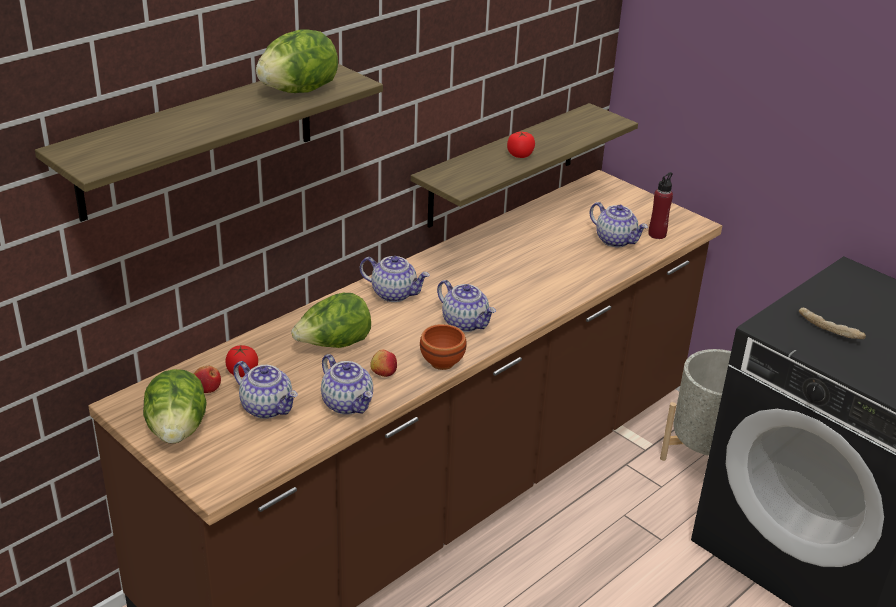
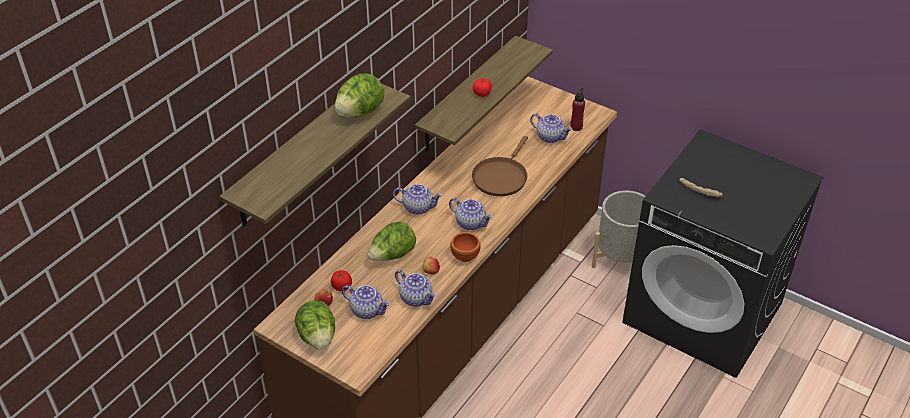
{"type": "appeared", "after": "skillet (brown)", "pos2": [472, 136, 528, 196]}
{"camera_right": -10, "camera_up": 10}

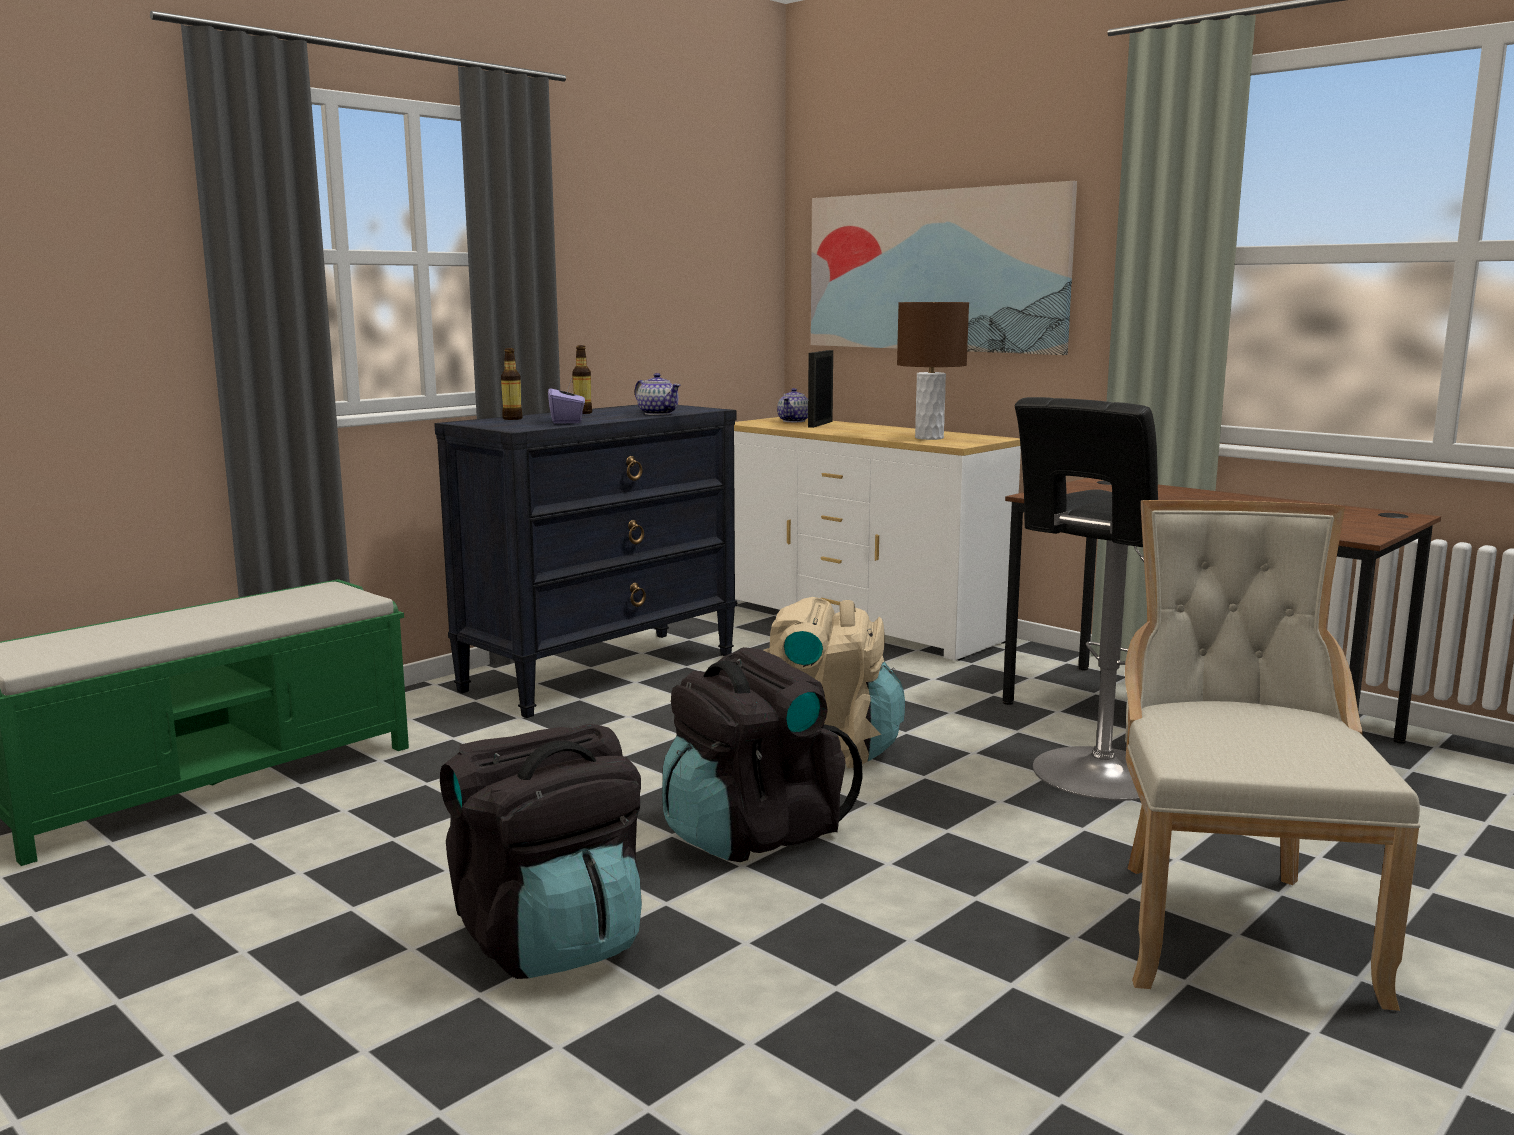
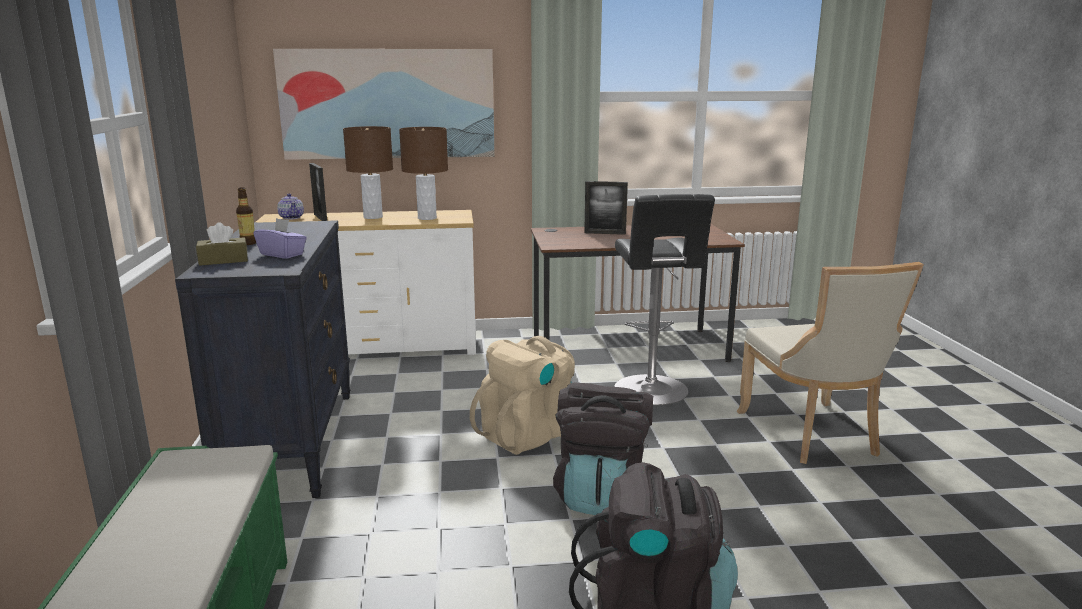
{"type": "missing", "before": "tea pot", "pos1": [635, 373, 680, 415]}
{"type": "appeared", "after": "tabletop lamp (brown)", "pos2": [343, 126, 393, 219]}
{"type": "appeared", "after": "standing frame", "pos2": [584, 181, 628, 235]}
{"type": "exchanged", "before": "drink bottle", "after": "box of tissues (brown)", "pos1": [501, 348, 523, 420], "pos2": [196, 222, 248, 266]}
{"type": "spun", "before": "plain chair (beige-coloured)", "pos1": [1125, 500, 1420, 1011], "pos2": [737, 262, 924, 464], "turn": -150}
{"camera_right": -50, "camera_up": 5}

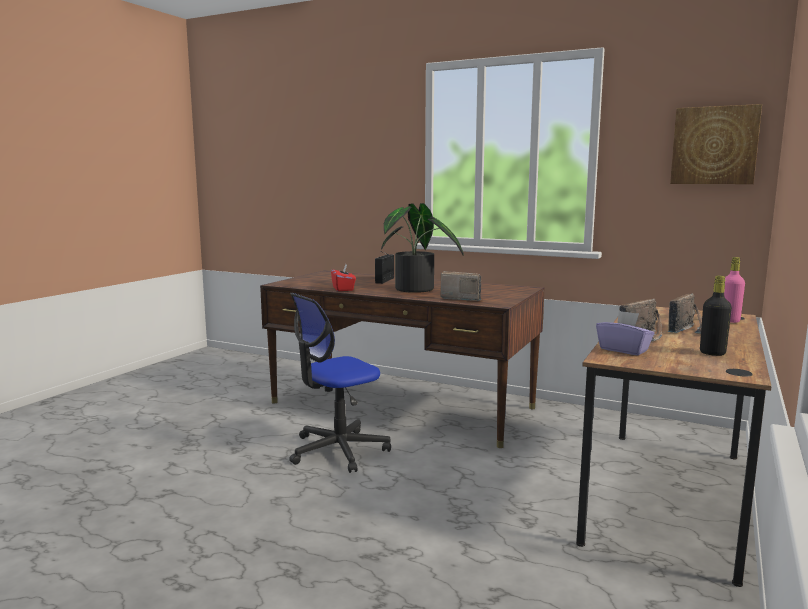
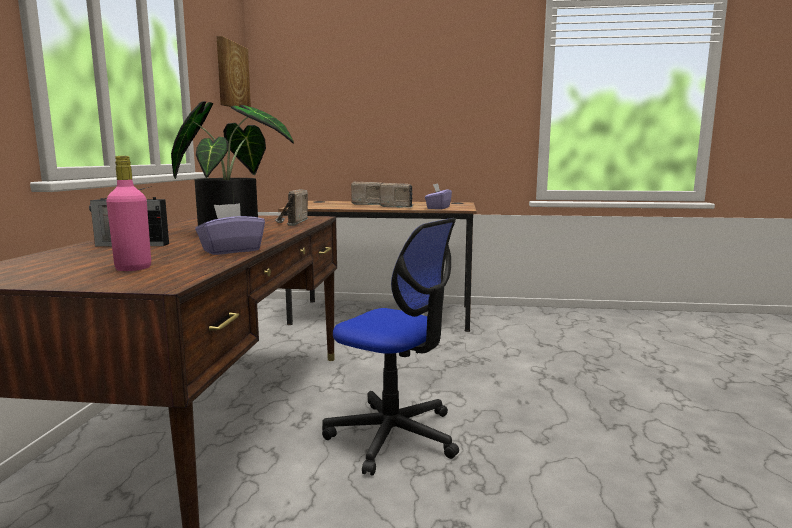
{"type": "missing", "before": "drink bottle (blackish)", "pos1": [700, 276, 732, 356]}
{"type": "relocated", "before": "drink bottle (pink)", "pos1": [724, 257, 745, 323], "pos2": [106, 156, 151, 271]}
{"type": "colour", "before": "box of tissues (reddish)", "after": "box of tissues (purple)", "pos1": [331, 264, 356, 291], "pos2": [195, 203, 265, 255]}
{"camera_right": -110, "camera_up": 0}

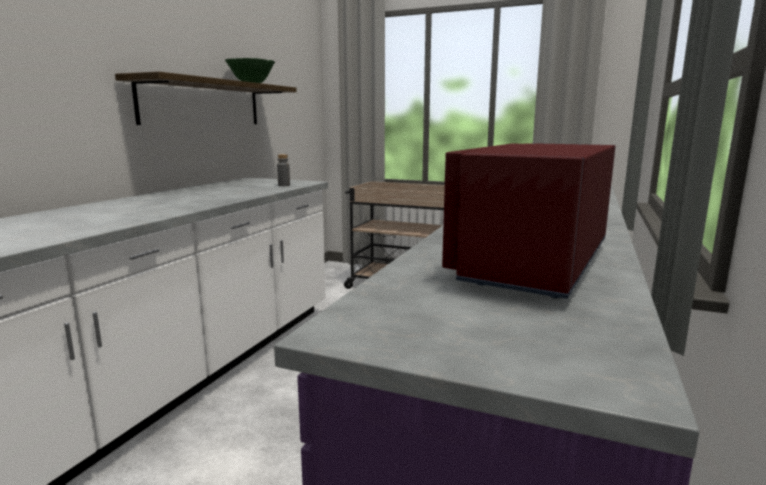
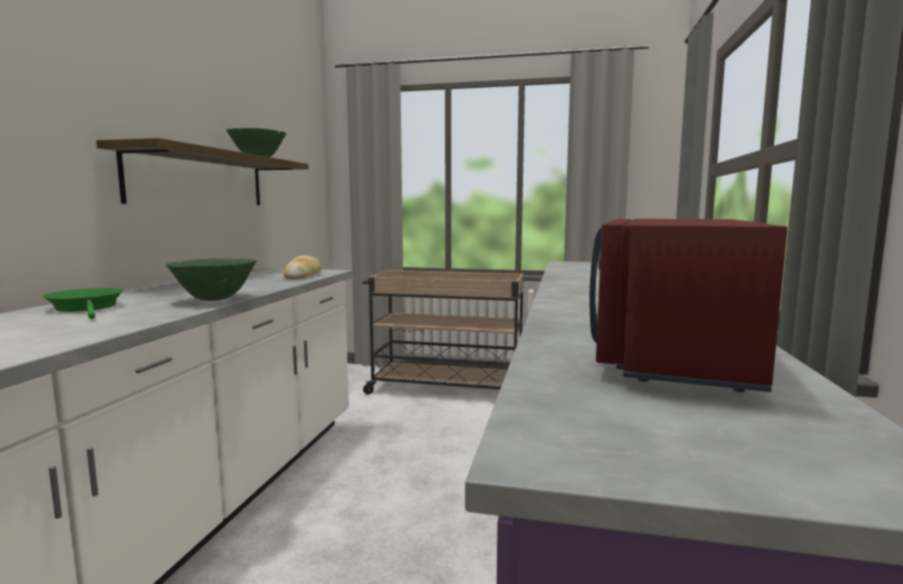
{"type": "appeared", "after": "skillet (green)", "pos2": [43, 288, 124, 319]}
{"type": "appeared", "after": "bowl (green)", "pos2": [165, 258, 257, 301]}
{"type": "exchanged", "before": "drink bottle (greyish)", "after": "bread", "pos1": [277, 154, 290, 186], "pos2": [284, 255, 321, 279]}
{"camera_right": -10, "camera_up": -5}

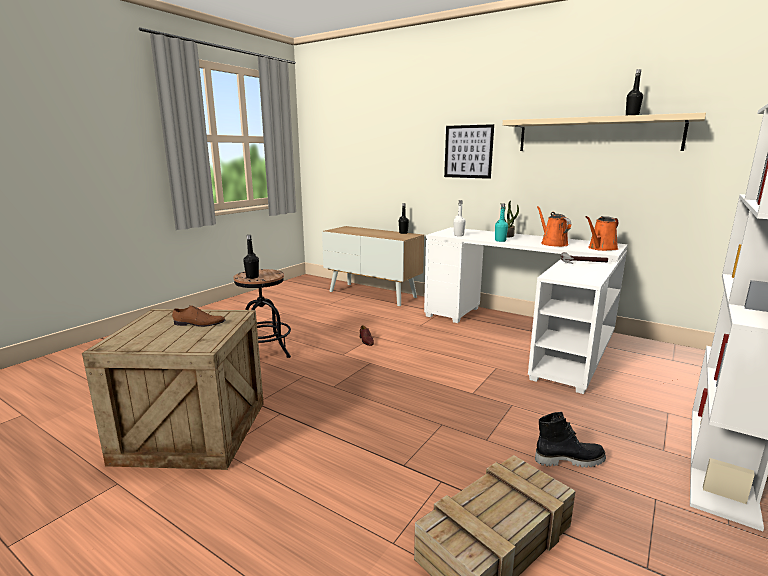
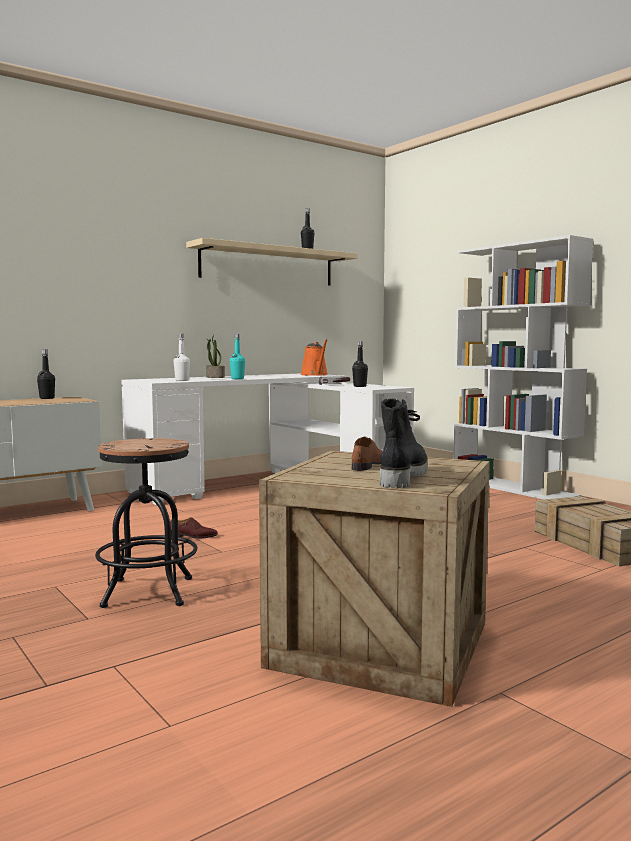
{"type": "missing", "before": "wall picture", "pos1": [444, 124, 494, 179]}
{"type": "missing", "before": "watering pot (orange-coloured)", "pos1": [537, 206, 571, 247]}
{"type": "relocated", "before": "drink bottle (blackish)", "pos1": [243, 235, 259, 279], "pos2": [352, 341, 368, 387]}
{"type": "relocated", "before": "high-top boot (blackish)", "pos1": [535, 412, 606, 468], "pos2": [380, 398, 427, 488]}
{"camera_right": -70, "camera_up": -10}

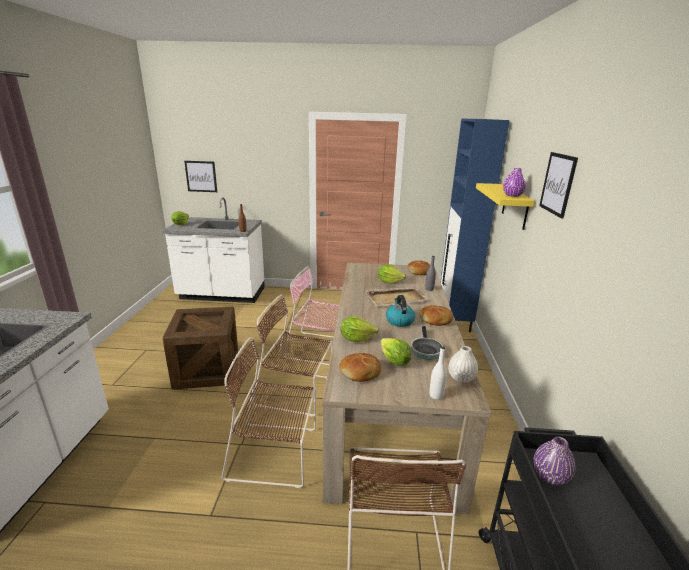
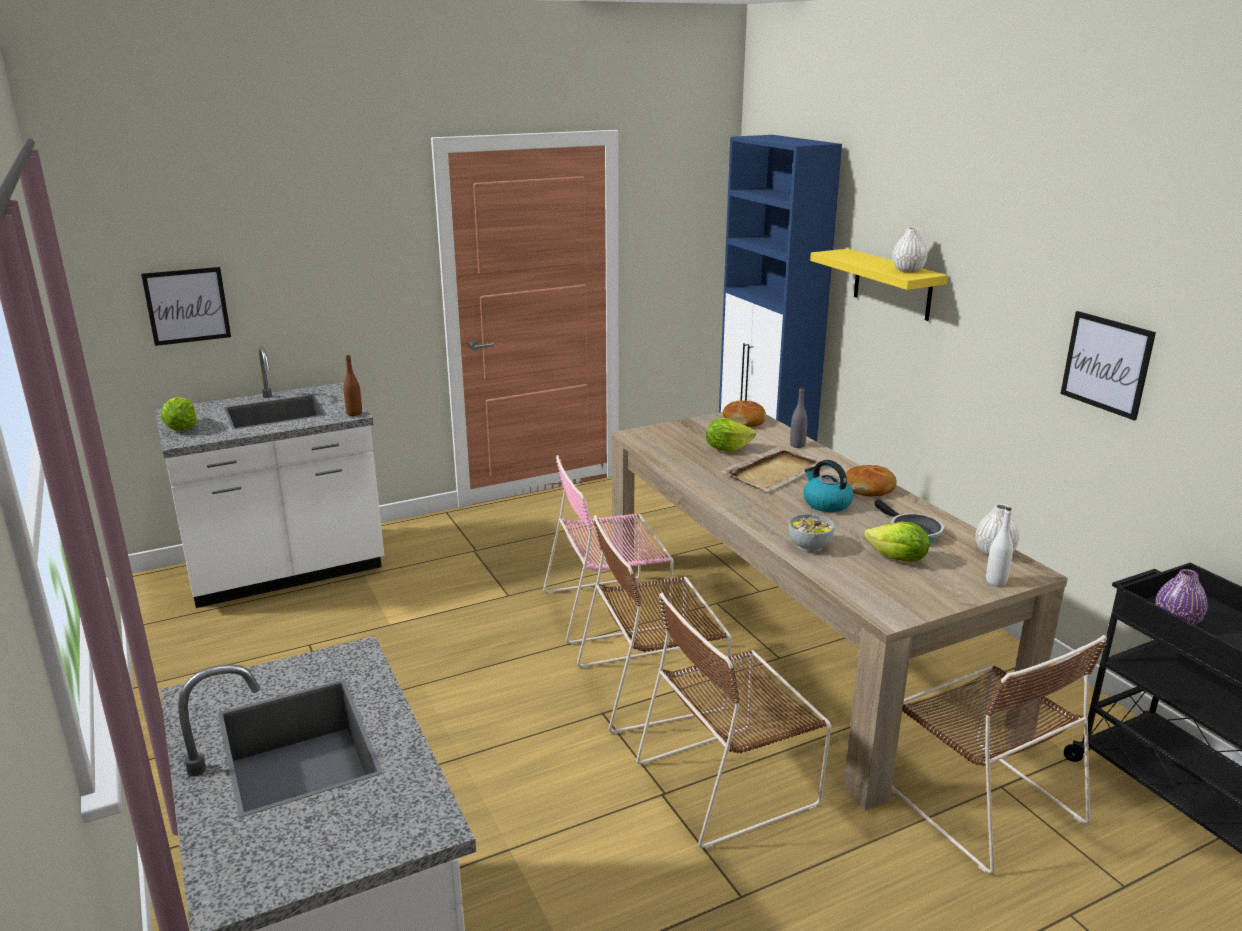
{"type": "missing", "before": "crate", "pos1": [162, 307, 238, 390]}
{"type": "missing", "before": "bread", "pos1": [339, 353, 381, 382]}
{"type": "relocated", "before": "wall picture", "pos1": [539, 152, 578, 219], "pos2": [1060, 311, 1156, 421]}
{"type": "exchanged", "before": "head of lettuce", "after": "bowl", "pos1": [341, 316, 379, 342], "pos2": [789, 514, 835, 552]}
{"type": "colour", "before": "vase (purple)", "after": "vase (white-coloured)", "pos1": [503, 168, 526, 197], "pos2": [893, 227, 928, 273]}
{"camera_right": -30, "camera_up": 0}

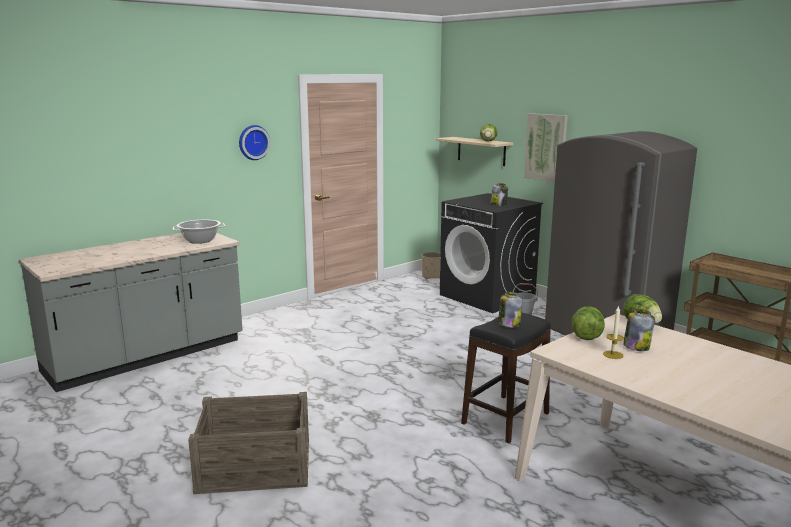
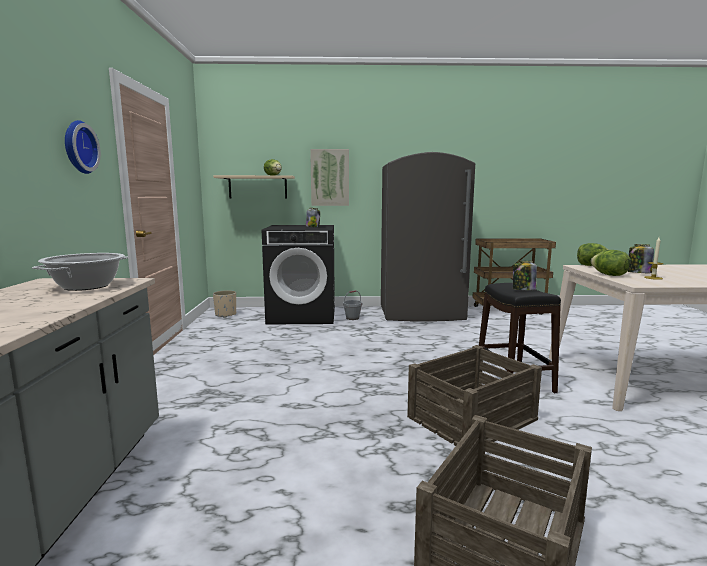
{"type": "appeared", "after": "crate", "pos2": [407, 345, 542, 446]}
{"camera_right": -50, "camera_up": -5}

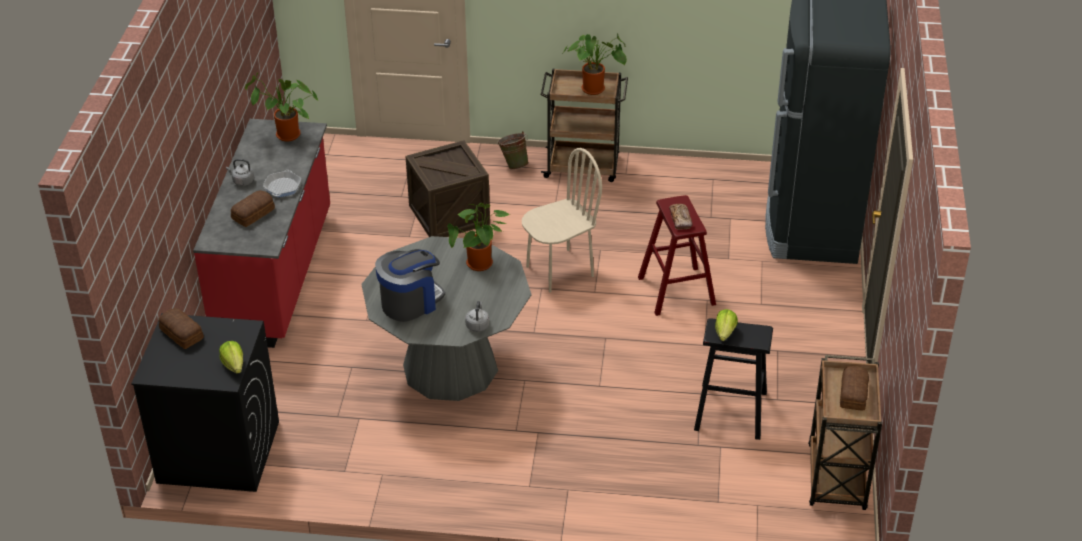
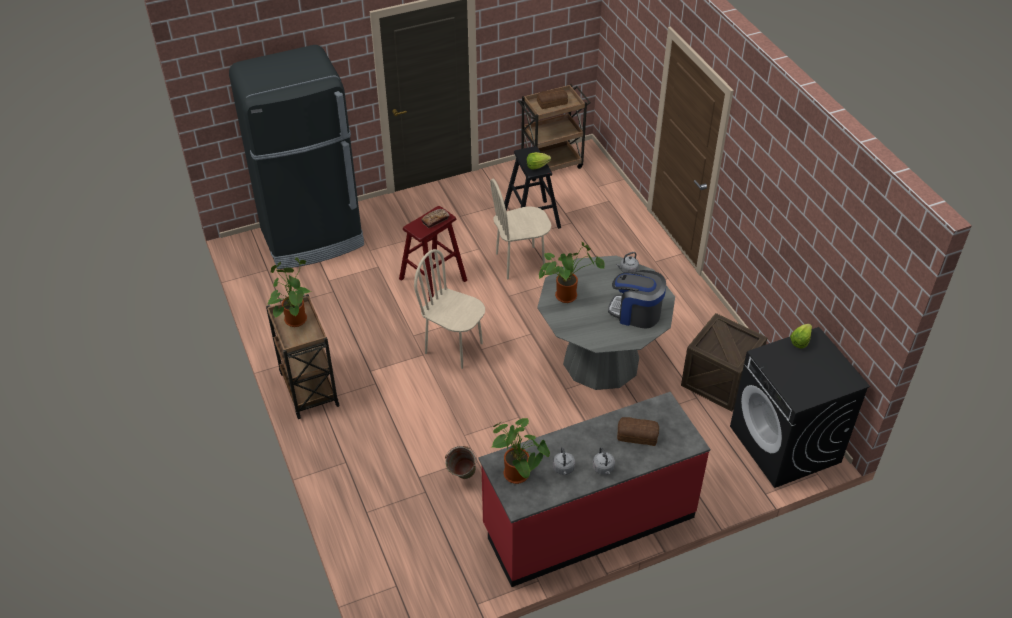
{"type": "missing", "before": "bread", "pos1": [158, 308, 204, 349]}
{"type": "missing", "before": "skillet", "pos1": [263, 170, 301, 197]}
{"type": "appeared", "after": "plain chair (beige-coloured)", "pos2": [490, 179, 552, 279]}
{"type": "appeared", "after": "tea kettle (greyish)", "pos2": [553, 447, 575, 475]}
{"type": "relocated", "before": "crate", "pos1": [406, 140, 490, 237], "pos2": [681, 313, 768, 412]}
{"type": "relocated", "before": "pail (green)", "pos1": [497, 131, 529, 170], "pos2": [445, 446, 477, 479]}
{"camera_right": -120, "camera_up": 5}

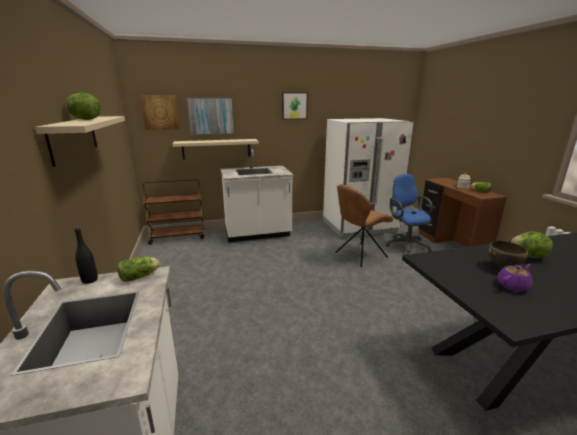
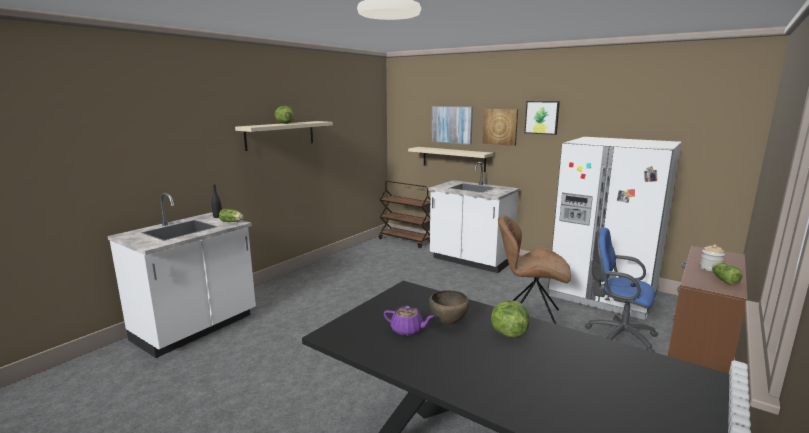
{"type": "relocated", "before": "wall picture", "pos1": [140, 95, 180, 130], "pos2": [483, 109, 518, 146]}
{"type": "spun", "before": "computer chair (blue)", "pos1": [385, 174, 433, 255], "pos2": [585, 227, 658, 352], "turn": -90}
{"camera_right": 50, "camera_up": -5}

